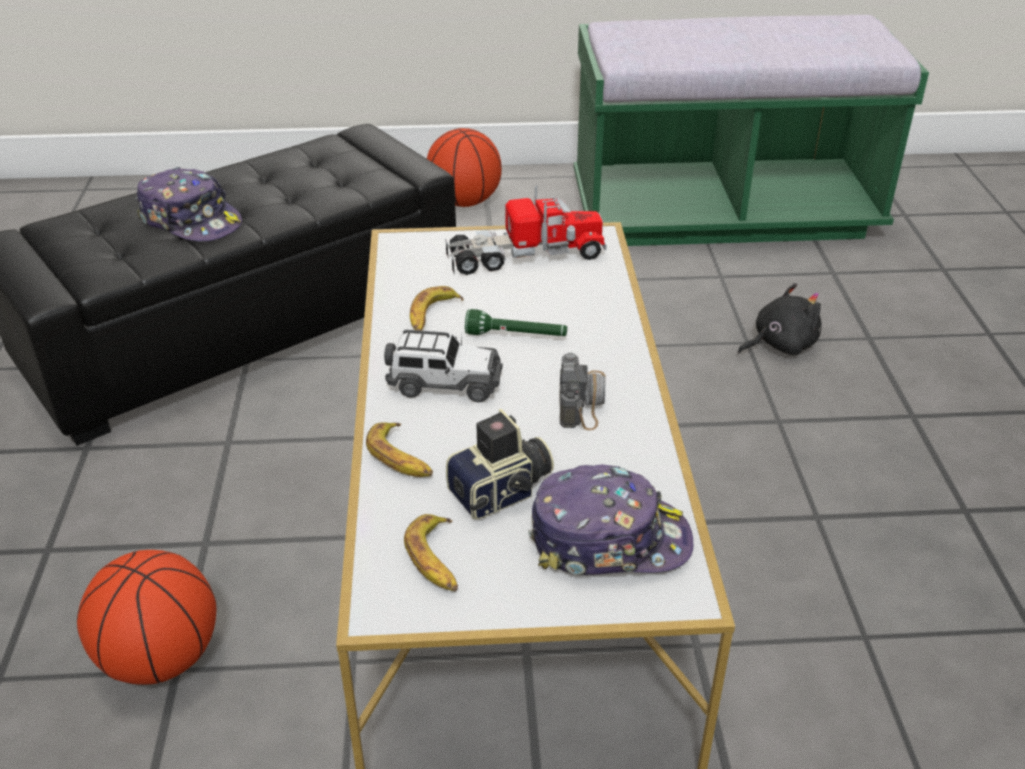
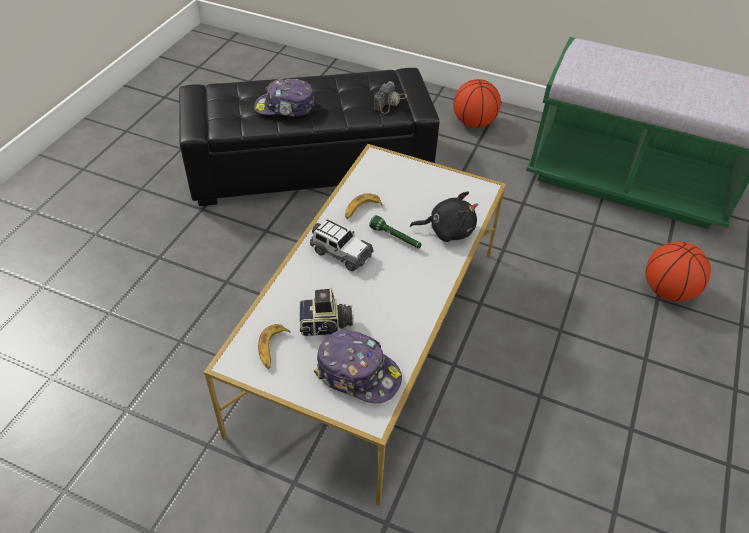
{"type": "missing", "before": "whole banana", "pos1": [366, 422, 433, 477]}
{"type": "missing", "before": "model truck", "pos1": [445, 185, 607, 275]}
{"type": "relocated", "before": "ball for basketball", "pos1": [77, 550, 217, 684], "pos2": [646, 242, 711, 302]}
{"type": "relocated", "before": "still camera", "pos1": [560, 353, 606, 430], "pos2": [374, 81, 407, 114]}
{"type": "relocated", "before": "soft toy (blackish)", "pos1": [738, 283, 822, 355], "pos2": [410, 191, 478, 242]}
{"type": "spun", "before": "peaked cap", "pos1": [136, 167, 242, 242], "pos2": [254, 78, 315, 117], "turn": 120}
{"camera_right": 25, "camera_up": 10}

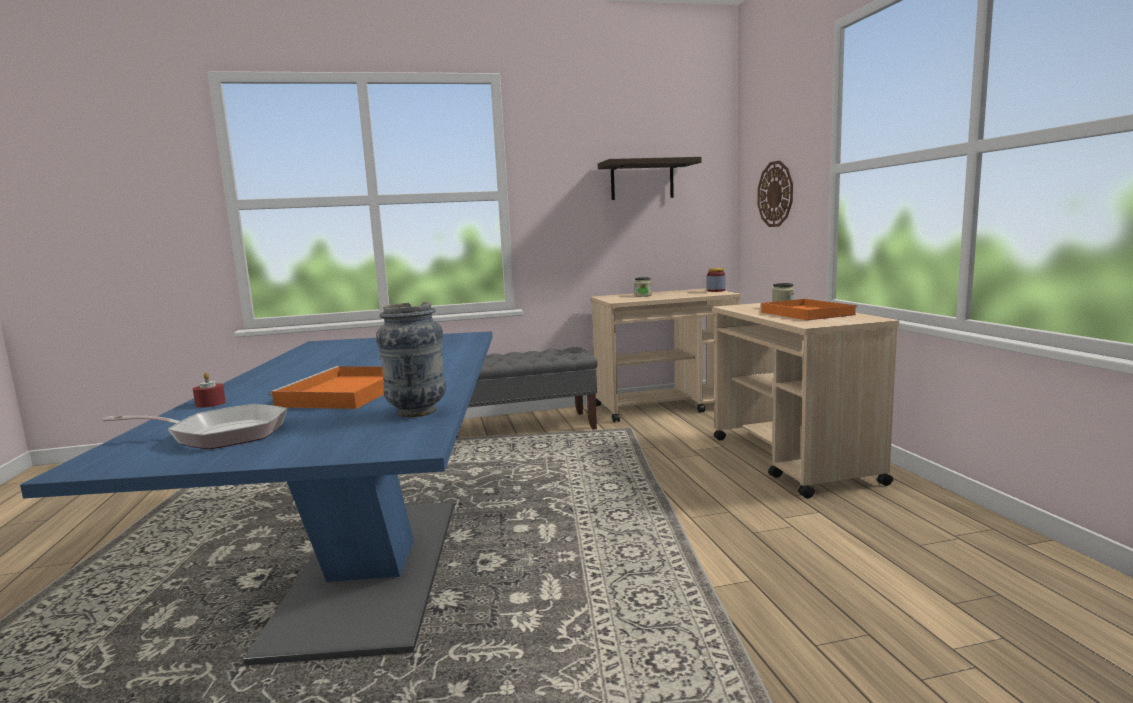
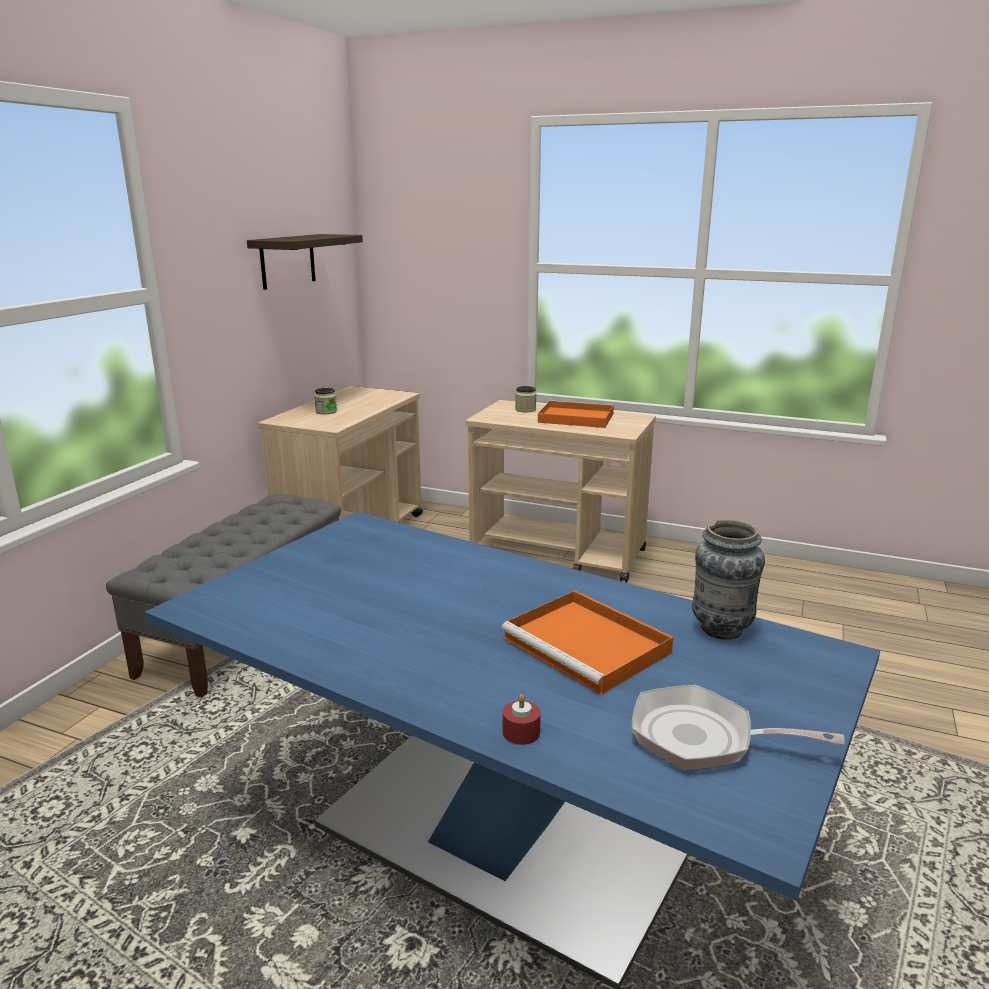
{"type": "missing", "before": "preserve jar", "pos1": [707, 268, 725, 292]}
{"type": "missing", "before": "wall clock", "pos1": [757, 160, 793, 227]}
{"type": "spun", "before": "skillet", "pos1": [102, 404, 288, 449], "pos2": [632, 685, 845, 771], "turn": -105}
{"camera_right": -55, "camera_up": 10}

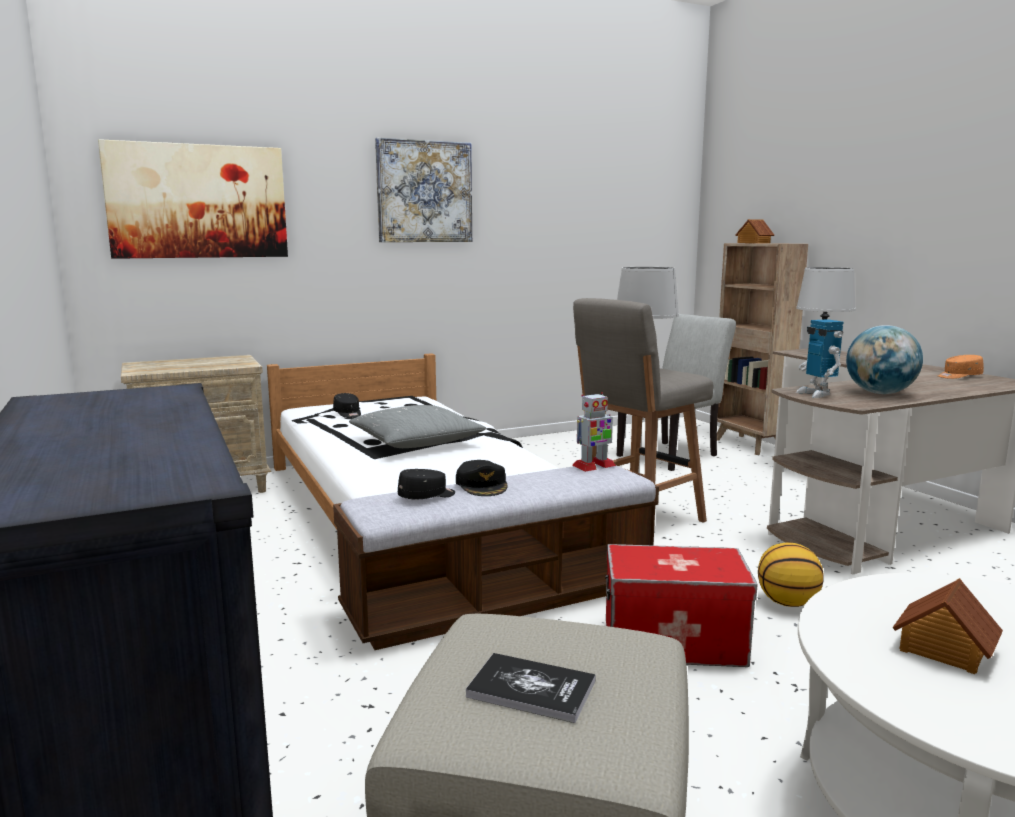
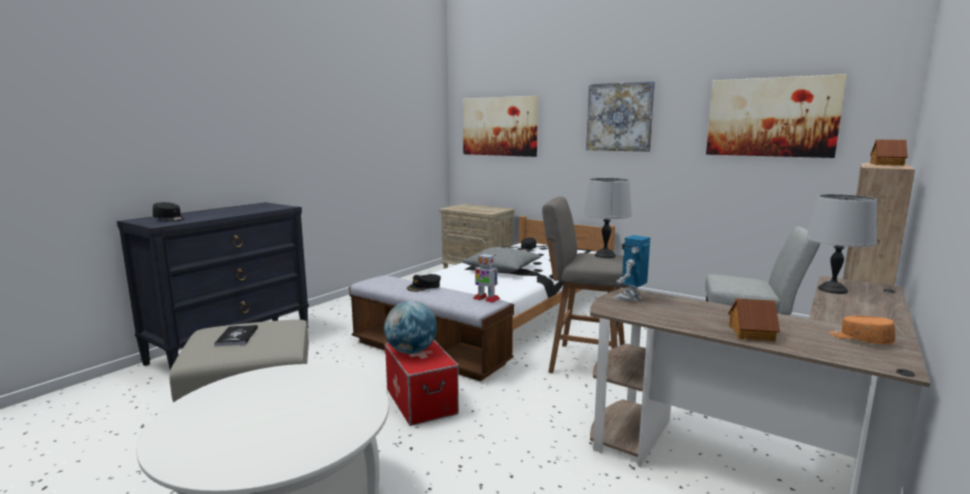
{"type": "missing", "before": "ball for basketball", "pos1": [758, 542, 824, 607]}
{"type": "appeared", "after": "wall picture", "pos2": [706, 74, 847, 158]}
{"type": "relocated", "before": "peaked cap (blackish)", "pos1": [398, 469, 455, 499], "pos2": [153, 202, 184, 221]}
{"type": "relocated", "before": "desk globe", "pos1": [846, 325, 923, 394], "pos2": [384, 301, 437, 354]}
{"type": "relocated", "before": "model house", "pos1": [892, 578, 1003, 674], "pos2": [728, 299, 780, 341]}
{"camera_right": 60, "camera_up": 0}

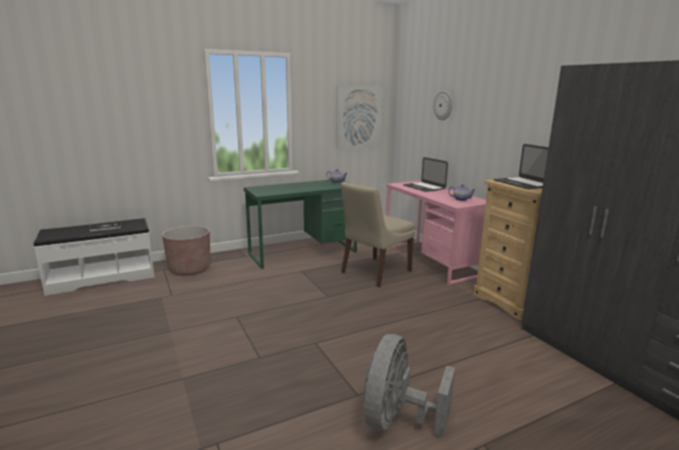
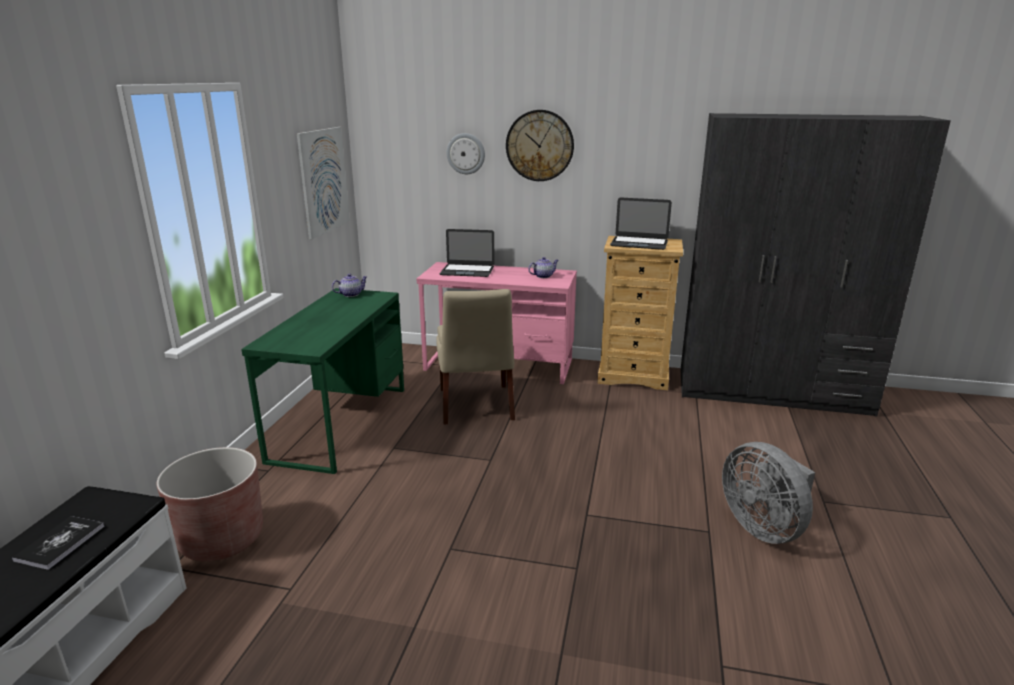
{"type": "appeared", "after": "wall clock", "pos2": [506, 110, 574, 181]}
{"camera_right": -50, "camera_up": 5}

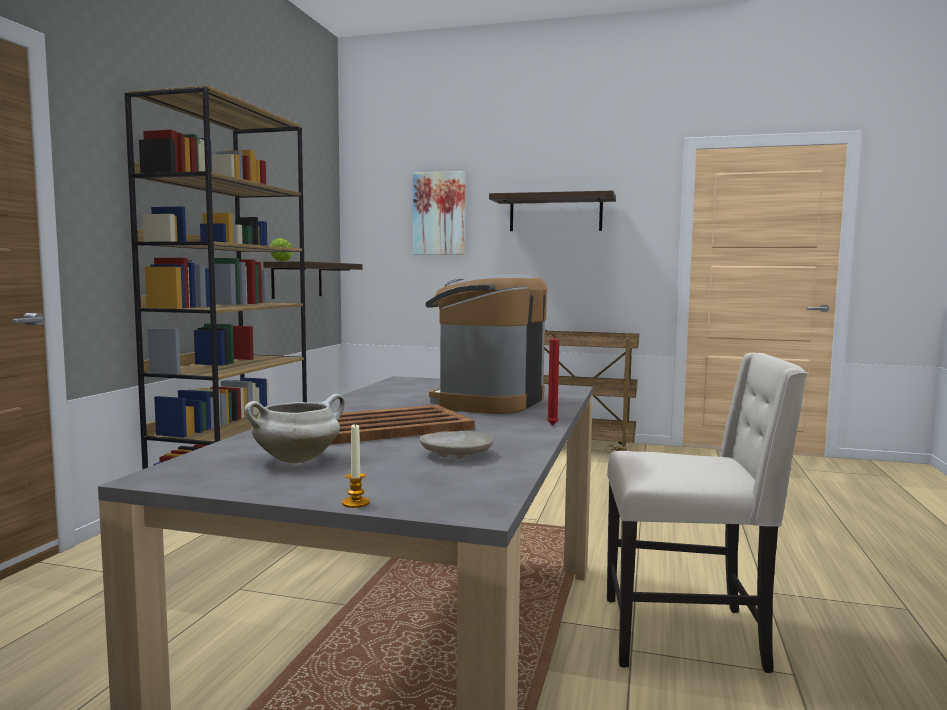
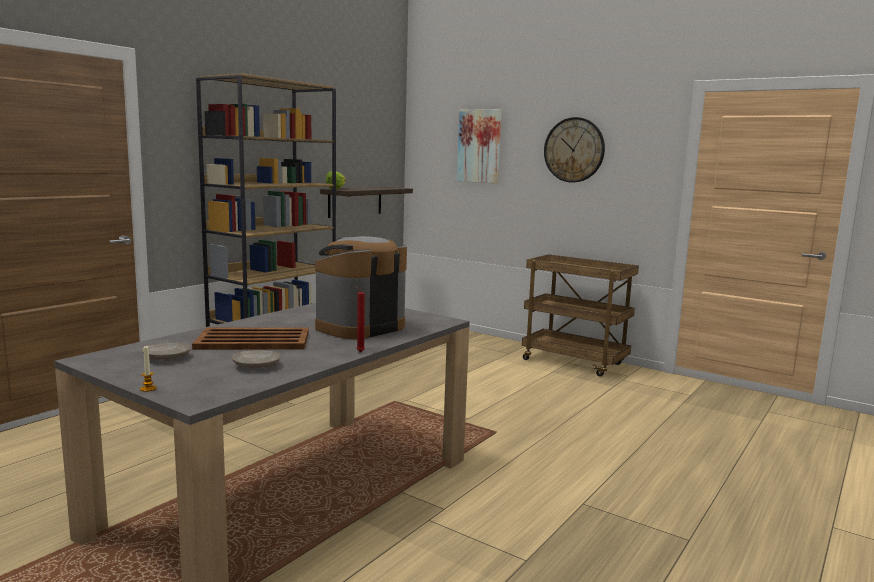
{"type": "missing", "before": "plain chair (beige-coloured)", "pos1": [607, 353, 808, 673]}
{"type": "exchanged", "before": "stockpot (white-coloured)", "after": "dinner plate (beige-coloured)", "pos1": [244, 394, 345, 463], "pos2": [142, 342, 191, 361]}
{"type": "exchanged", "before": "shelf", "after": "wall clock", "pos1": [489, 191, 616, 231], "pos2": [544, 117, 605, 182]}
{"camera_right": 20, "camera_up": 5}

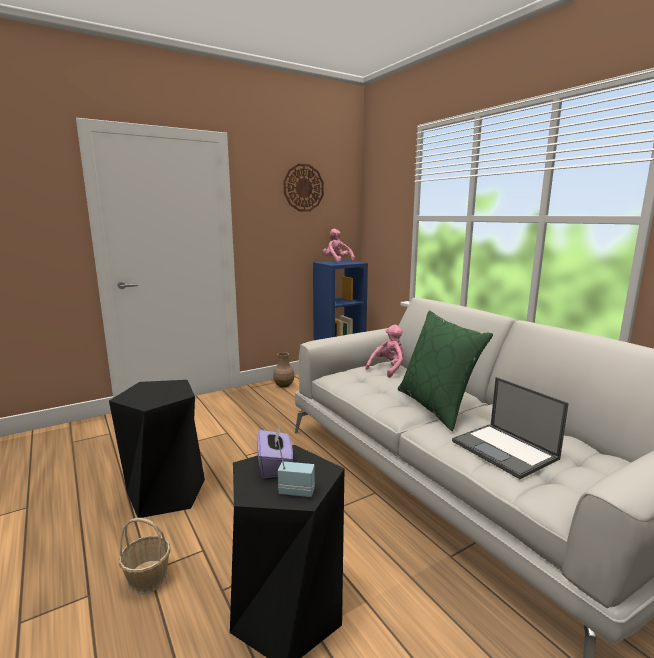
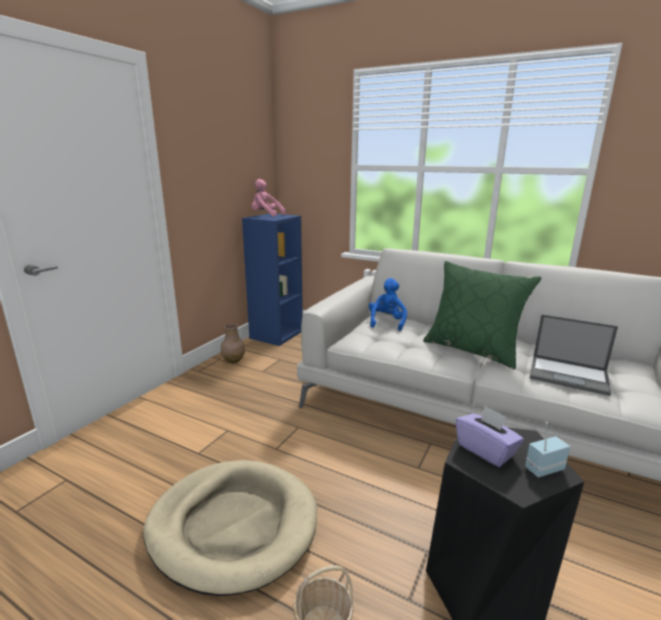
{"type": "missing", "before": "wall clock", "pos1": [284, 164, 324, 212]}
{"type": "exchanged", "before": "stool (blackish)", "after": "dog bed (beige-coloured)", "pos1": [109, 380, 205, 518], "pos2": [143, 460, 317, 596]}
{"type": "colour", "before": "soft toy (pink)", "after": "soft toy (blue)", "pos1": [365, 325, 404, 378], "pos2": [369, 278, 407, 331]}
{"camera_right": -30, "camera_up": 5}

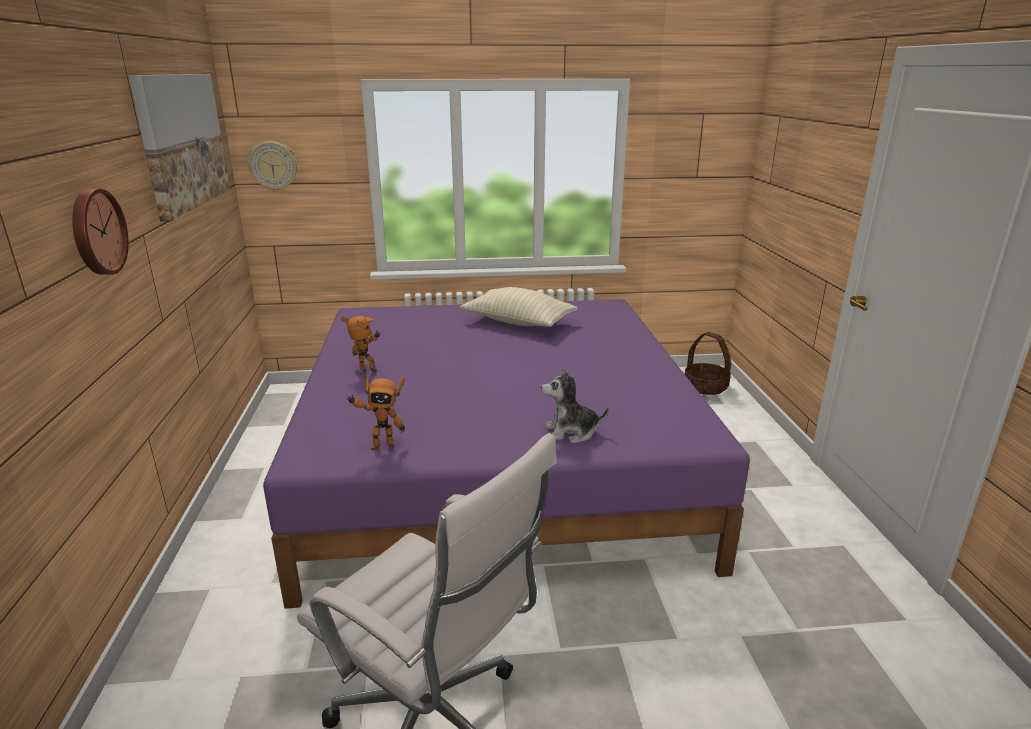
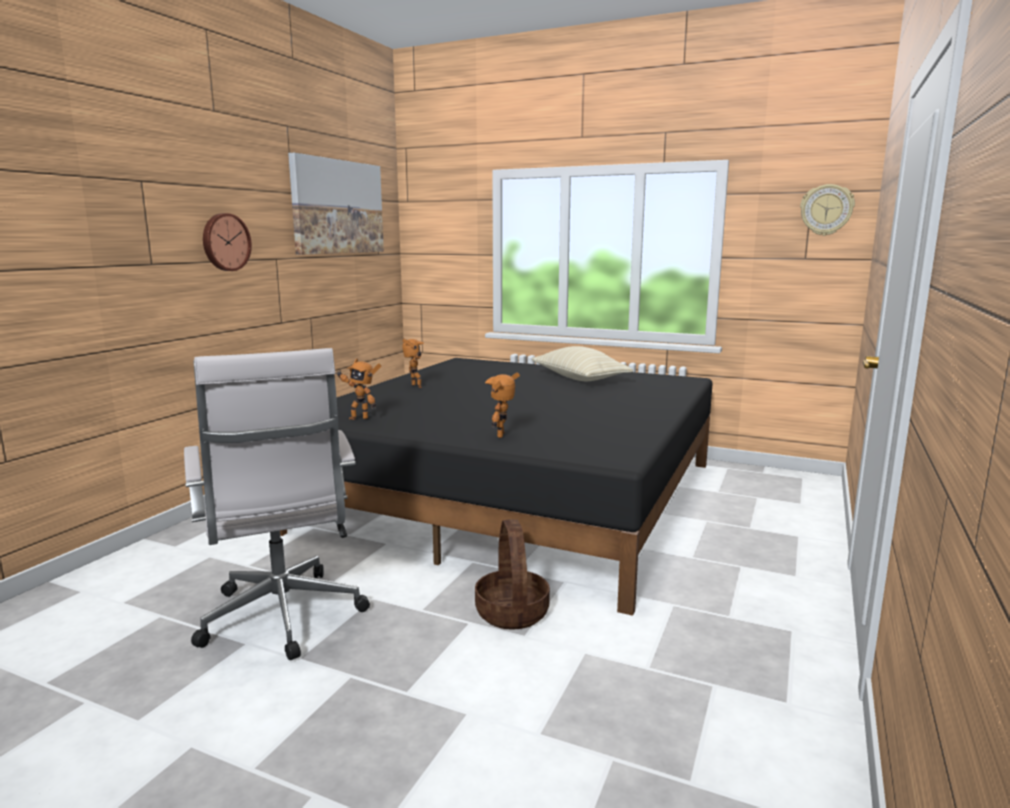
{"type": "relocated", "before": "wall clock", "pos1": [247, 141, 297, 192], "pos2": [800, 184, 855, 236]}
{"type": "relocated", "before": "household basket", "pos1": [685, 332, 731, 395], "pos2": [475, 519, 550, 630]}
{"type": "exchanged", "before": "soft toy", "after": "robot figure", "pos1": [541, 369, 609, 444], "pos2": [485, 372, 520, 438]}
{"type": "colour", "before": "sleeping bed (purple)", "after": "sleeping bed (blackish)", "pos1": [263, 299, 750, 609], "pos2": [280, 358, 713, 616]}
{"camera_right": 30, "camera_up": -10}

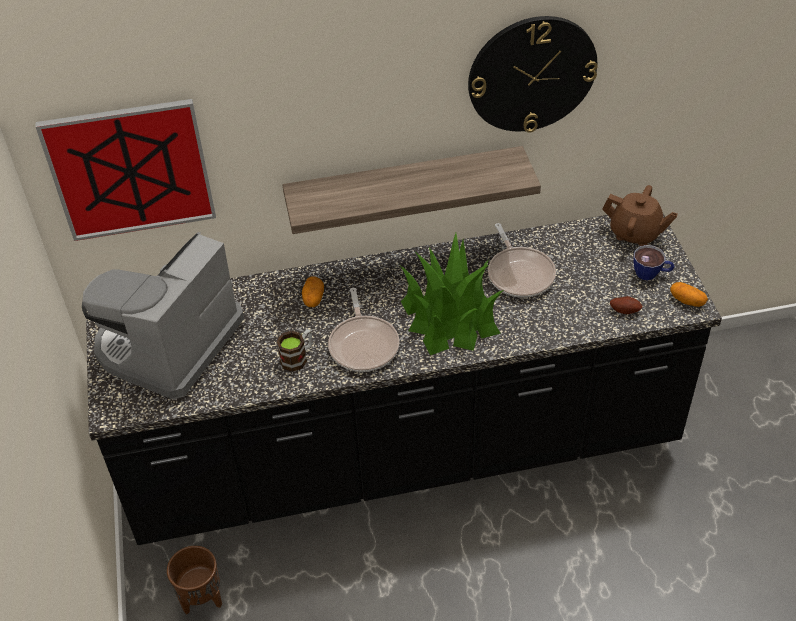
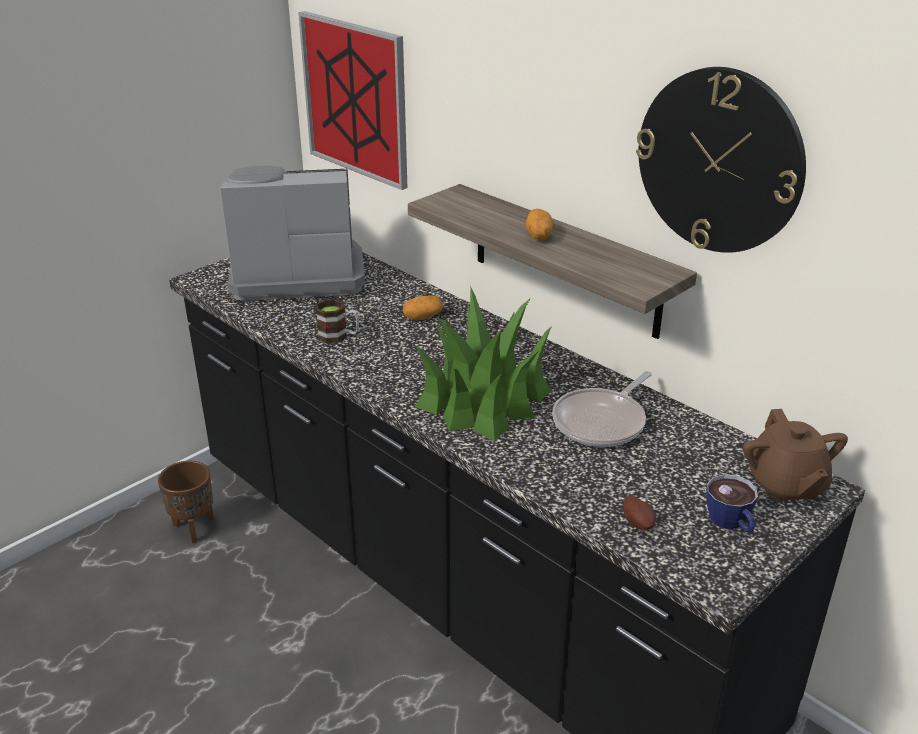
{"type": "missing", "before": "skillet", "pos1": [328, 288, 399, 372]}
{"type": "relocated", "before": "spud", "pos1": [670, 282, 708, 307], "pos2": [526, 209, 553, 240]}
{"camera_right": 55, "camera_up": -15}

